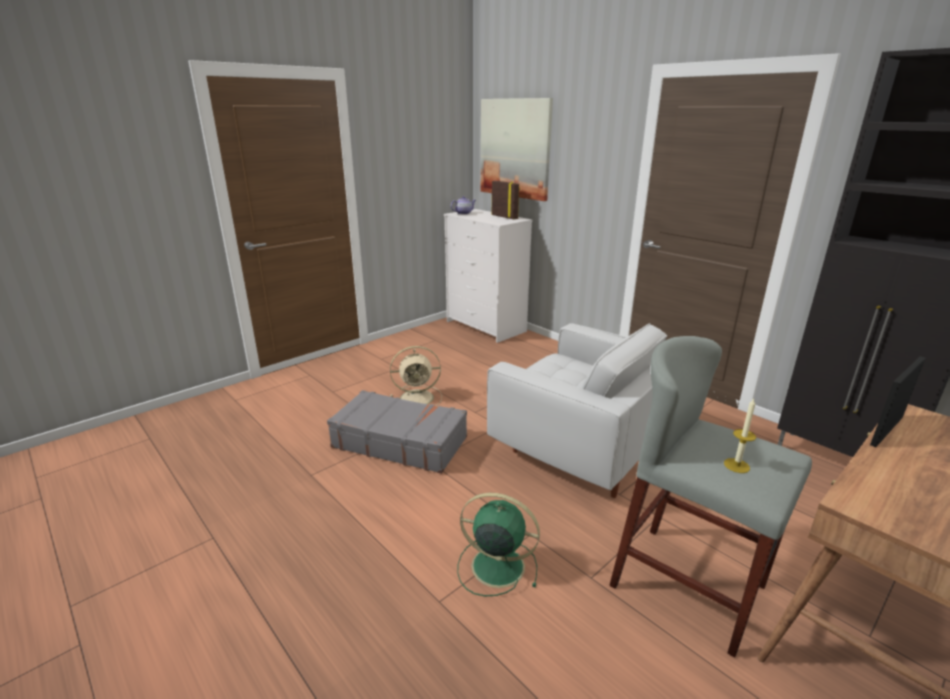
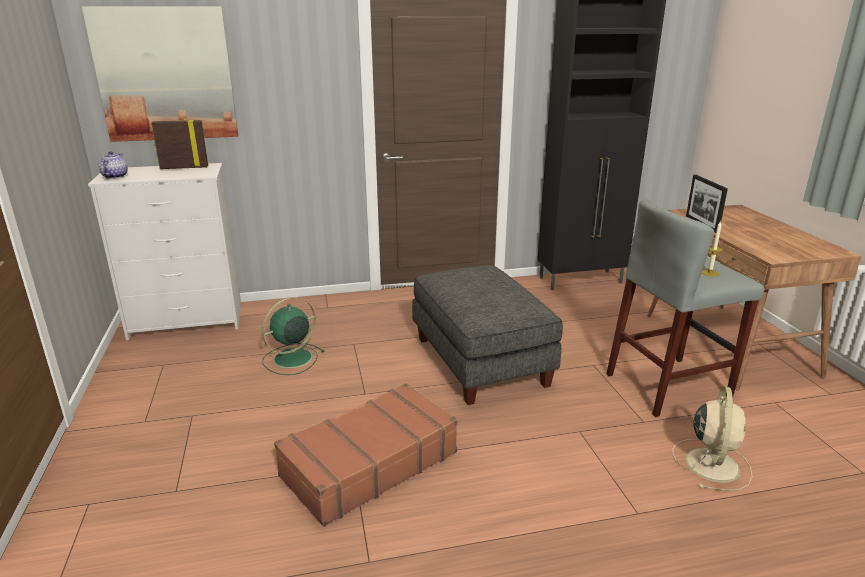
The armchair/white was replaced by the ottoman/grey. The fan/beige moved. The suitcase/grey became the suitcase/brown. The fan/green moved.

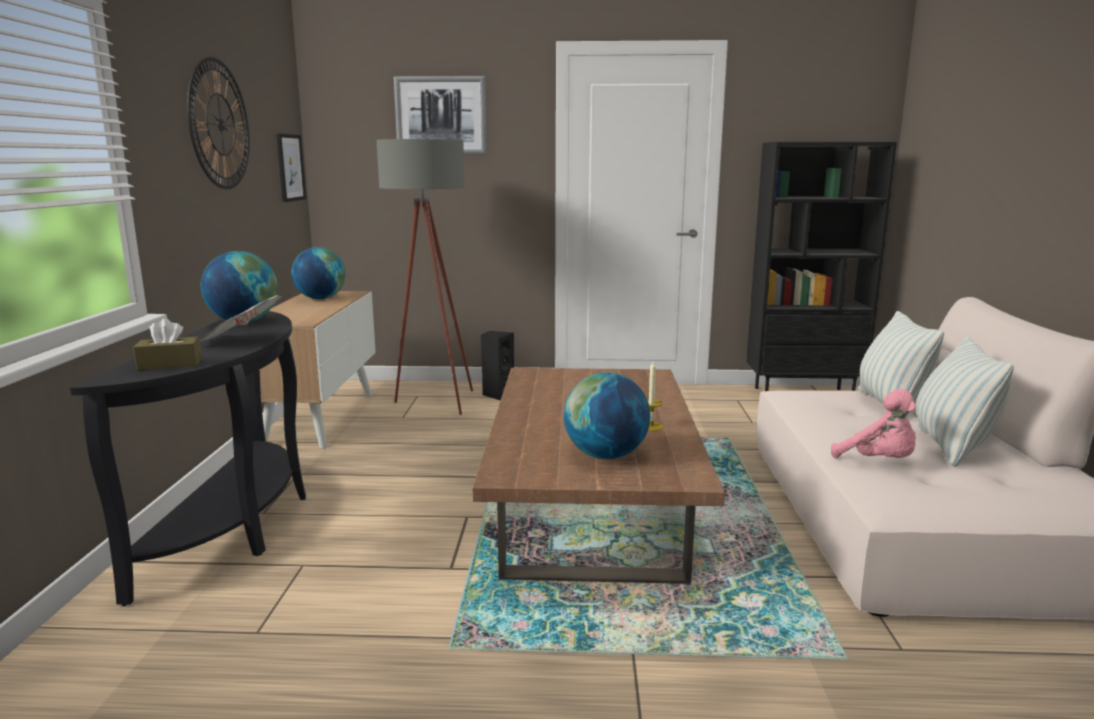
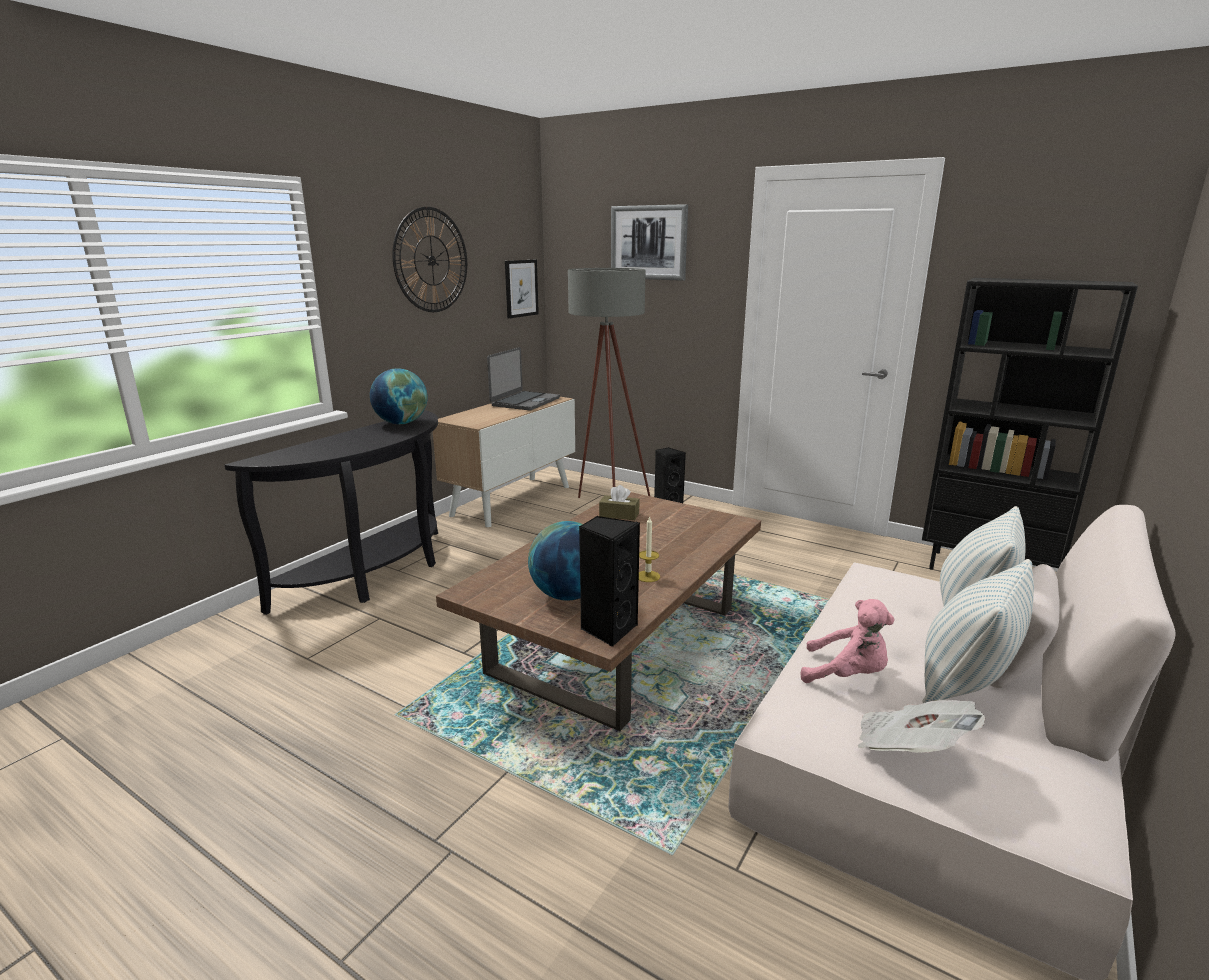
The globe (no. 2 from left) was replaced by the laptop. The newspaper moved. The tissue box/brown moved. The plush toy/pink turned 60 degrees counterclockwise. The speaker/black (no. 1 from left) appeared.

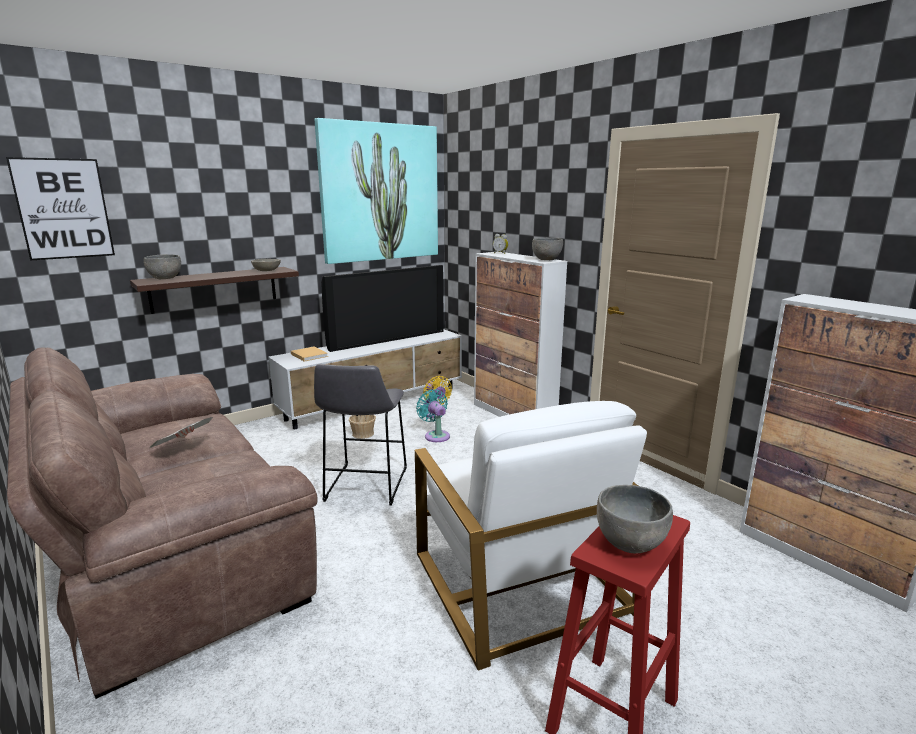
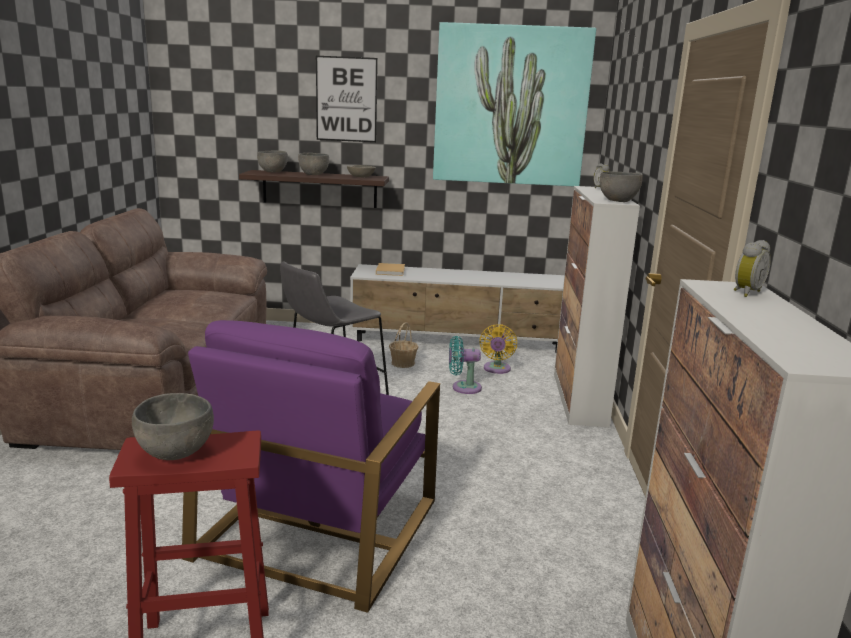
The picture (no. 1 from left) moved. The television disappeared. The fan/turquoise turned 105 degrees counterclockwise. The armchair/white became the armchair/purple. The newspaper disappeared. The bowl/grey (no. 3 from left) appeared. The alarm clock (no. 2 from left) appeared.

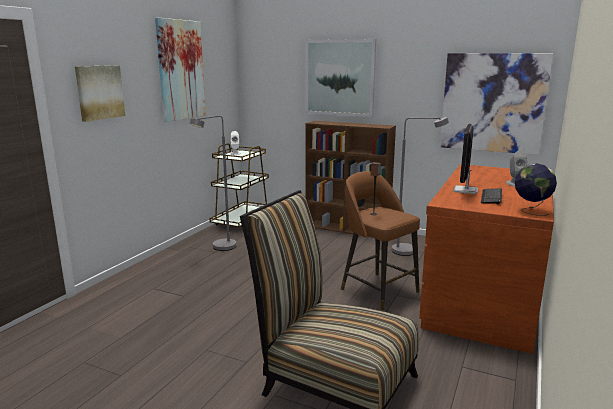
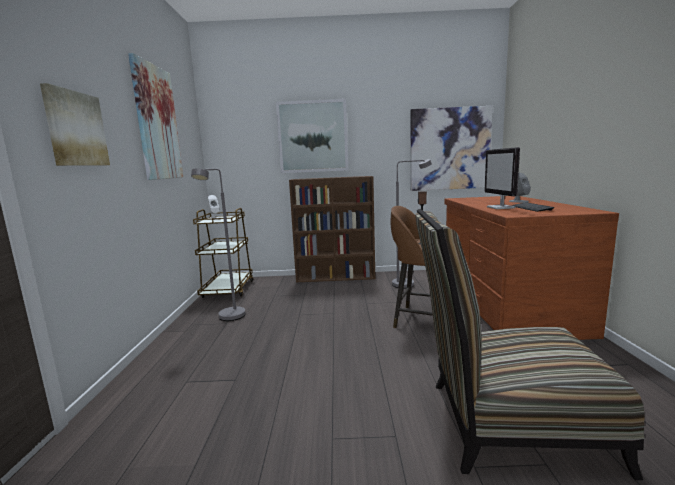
The globe disappeared.

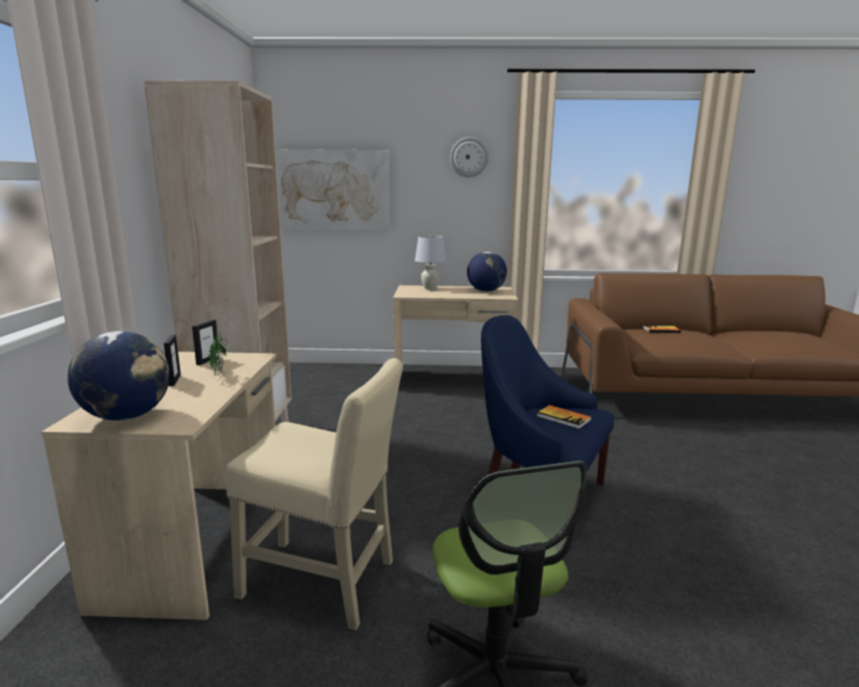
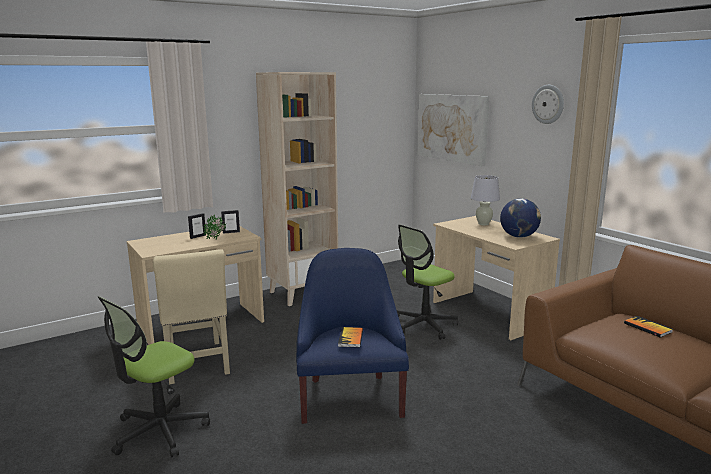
The globe (no. 1 from left) disappeared. The office chair (no. 2 from left) appeared.

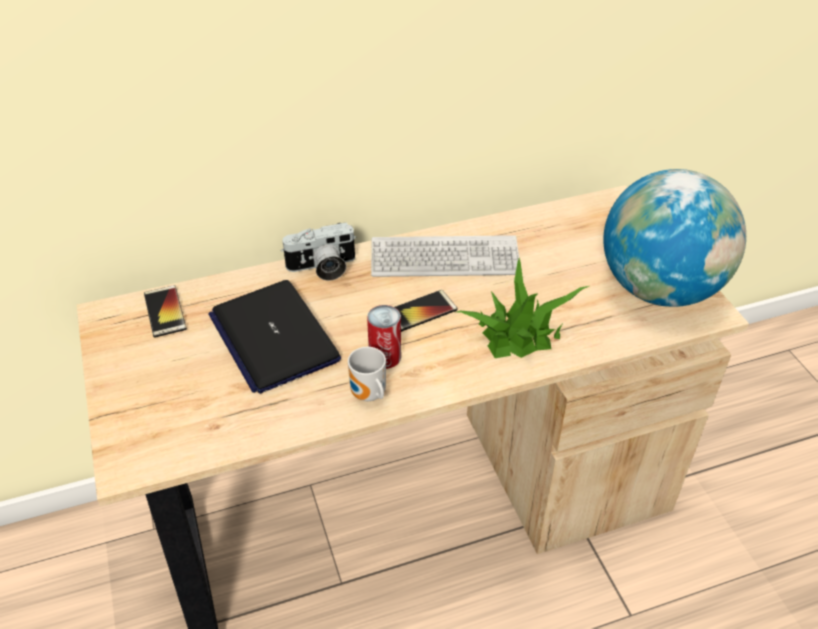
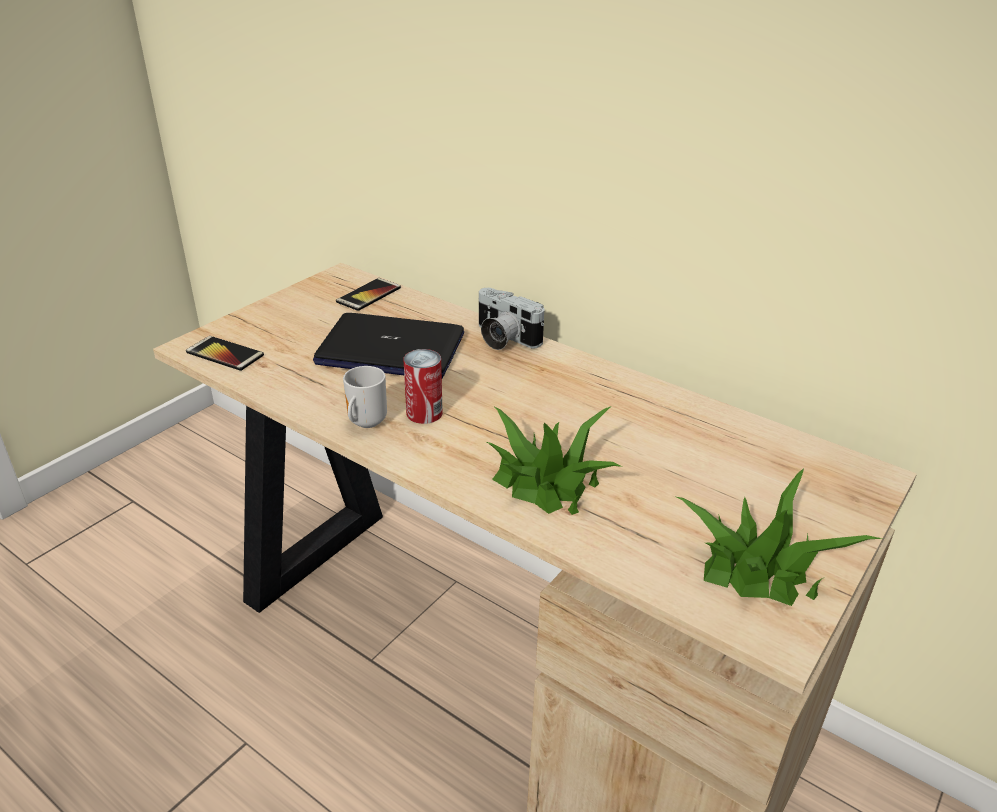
The globe was replaced by the potted plant (no. 2 from left). The keyboard disappeared. The laptop turned 105 degrees counterclockwise. The phone (no. 2 from left in the first image) moved.

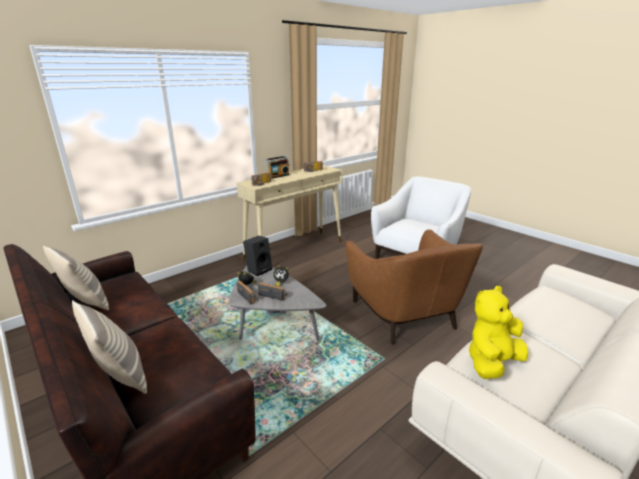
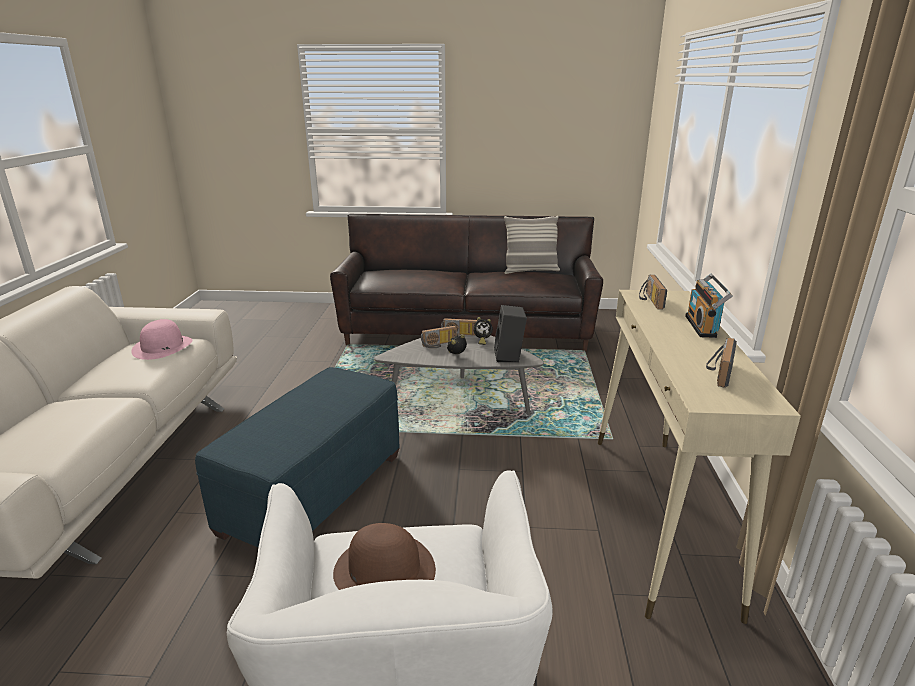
The armchair/brown was replaced by the ottoman/blue. The plush toy/yellow was replaced by the hat/pink. The pillow (no. 2 from left) disappeared. The hat/brown appeared.

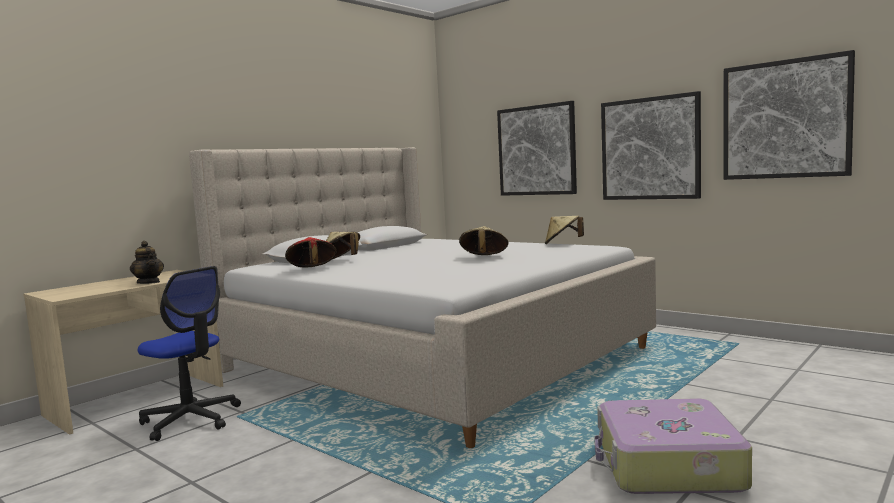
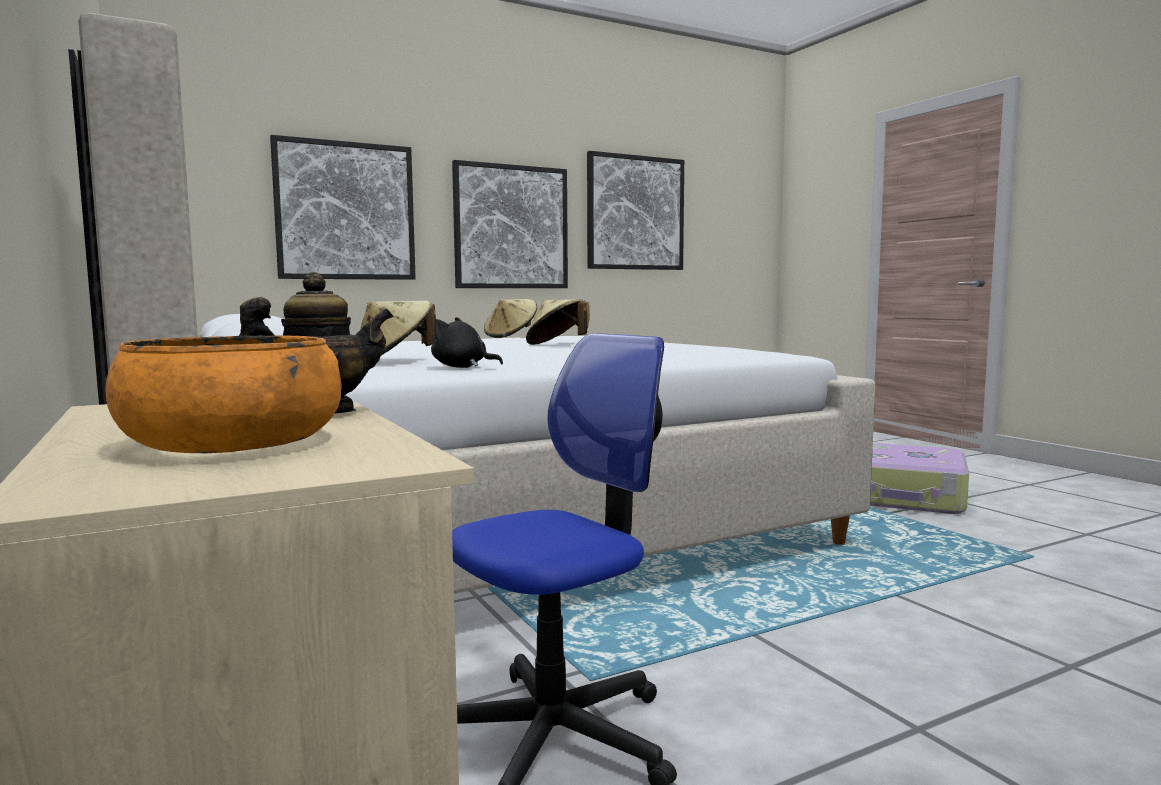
The hat/red was replaced by the plush toy/black. The bowl/orange appeared.

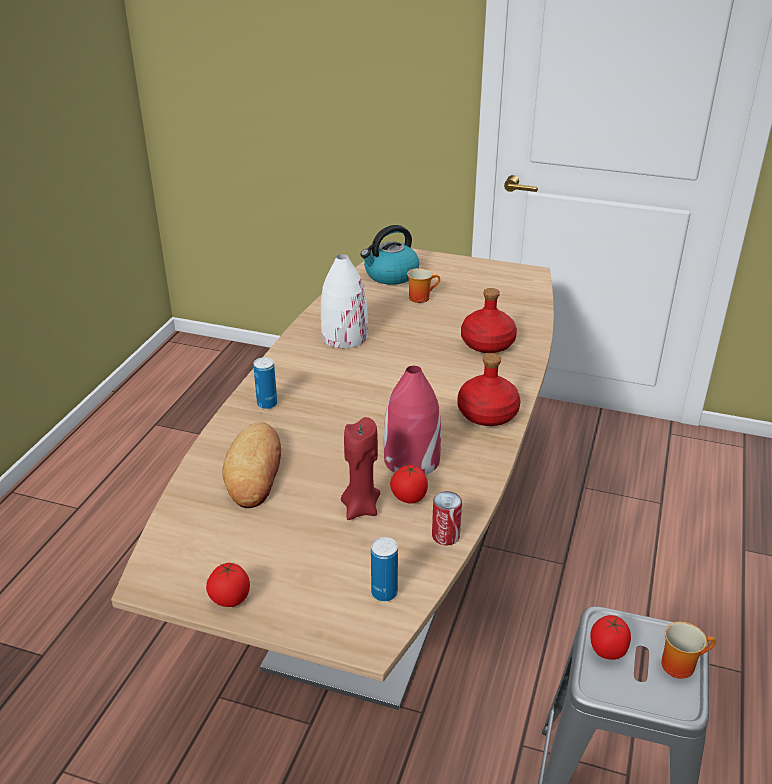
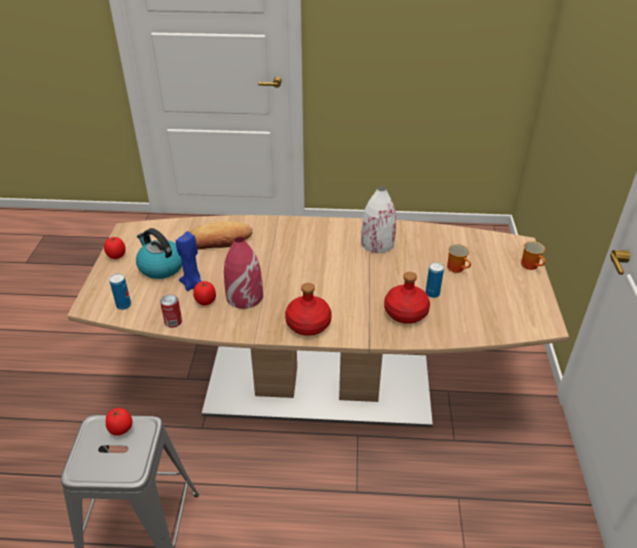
The kettle moved. The can (no. 1 from left in the first image) moved. The candle/red became the candle/blue. The mug (no. 2 from left) moved.

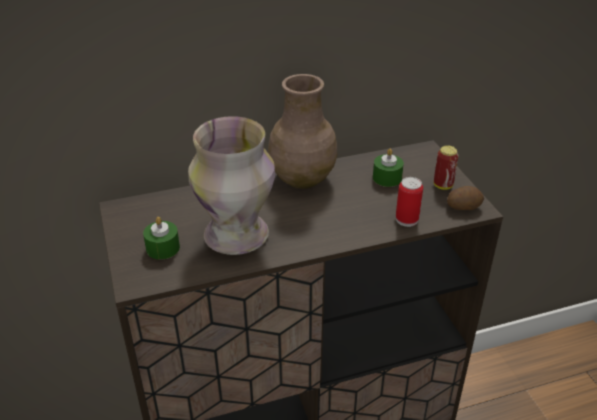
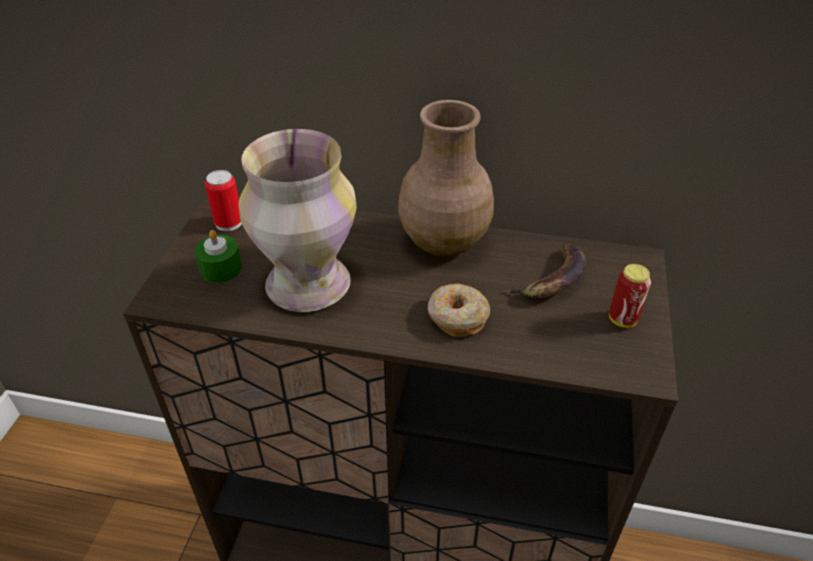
The candle/green (no. 2 from left) was replaced by the banana. The can (no. 1 from left) moved. The potato disappeared. The donut appeared.

